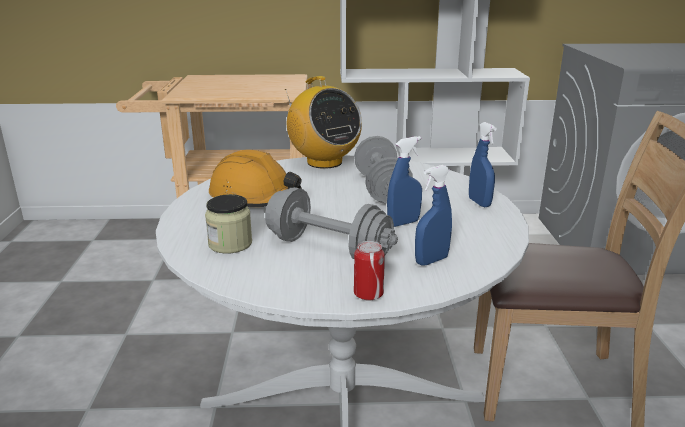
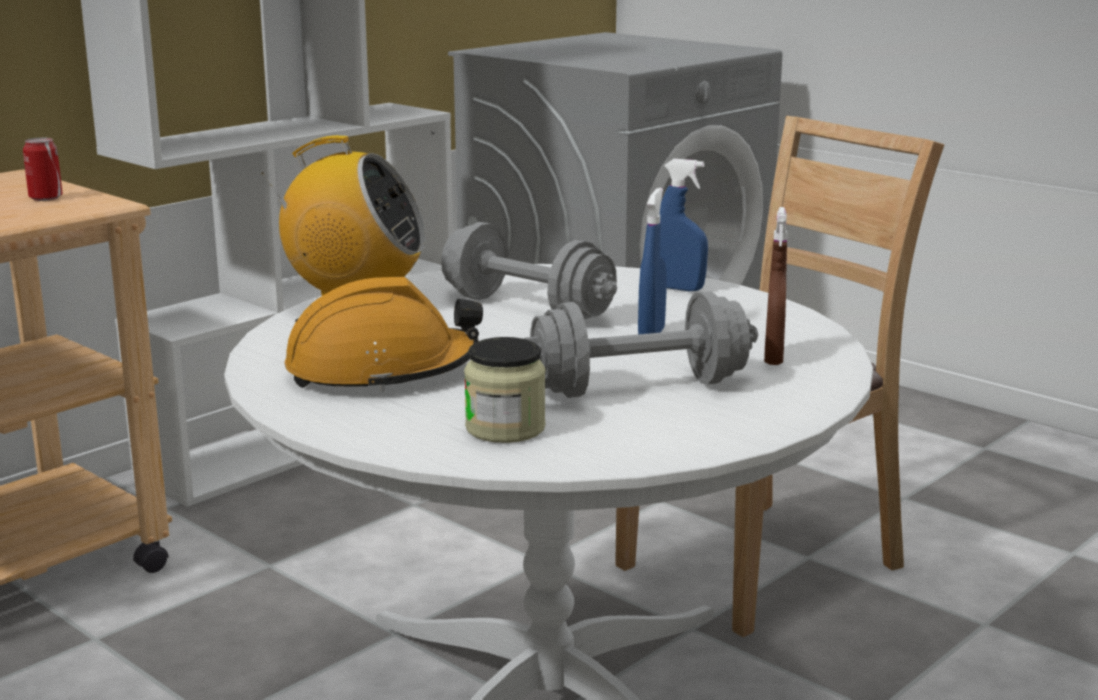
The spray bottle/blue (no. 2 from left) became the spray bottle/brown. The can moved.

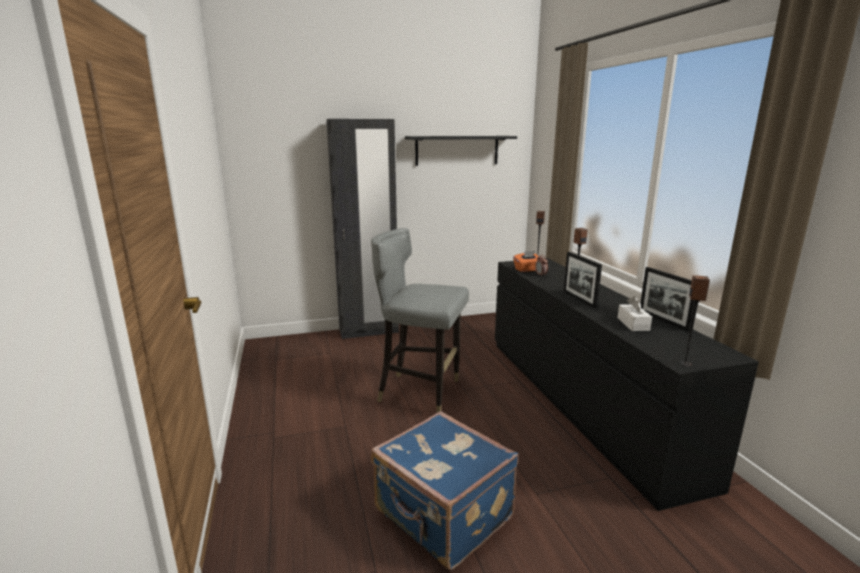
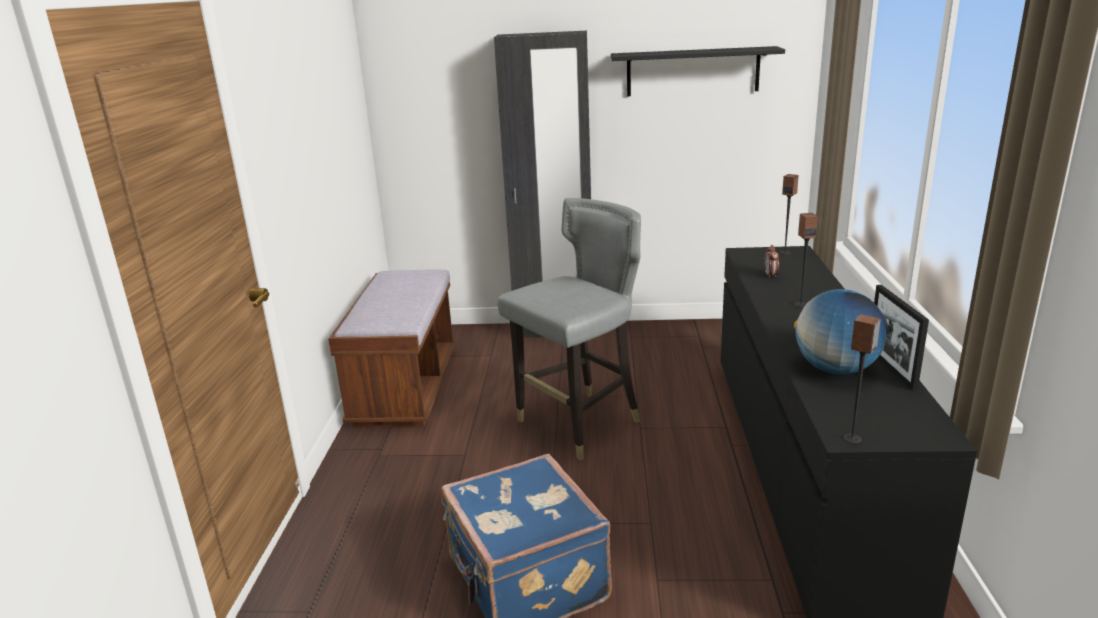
The chair/grey turned 105 degrees clockwise. The tissue box/orange disappeared. The picture frame (no. 1 from left) disappeared. The tissue box/white was replaced by the globe. The bench/brown appeared.

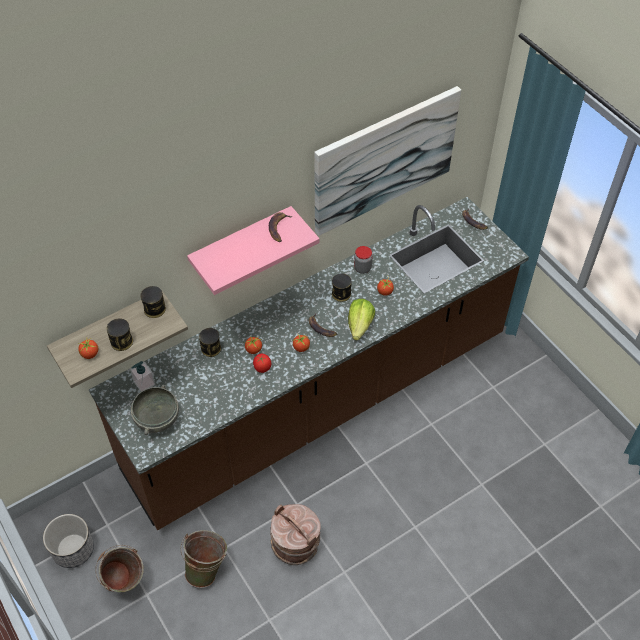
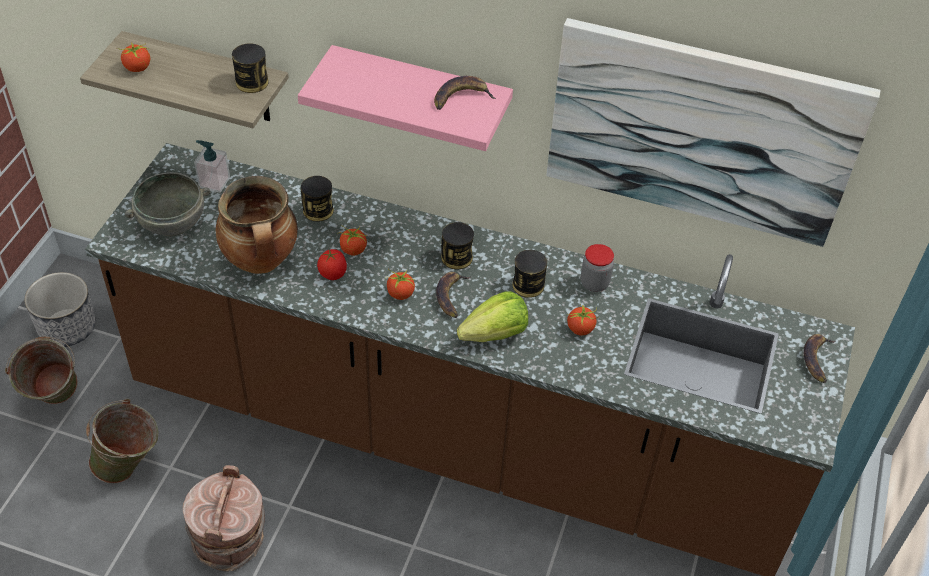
The can (no. 1 from left in the first image) moved. The cooking pot appeared.

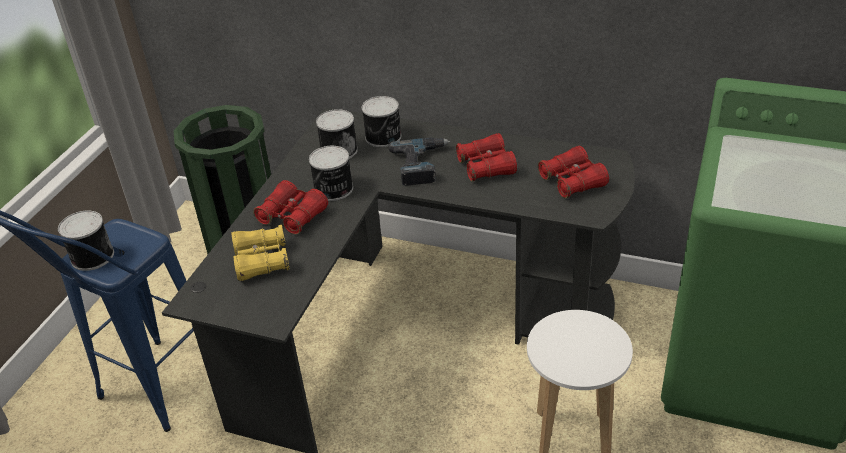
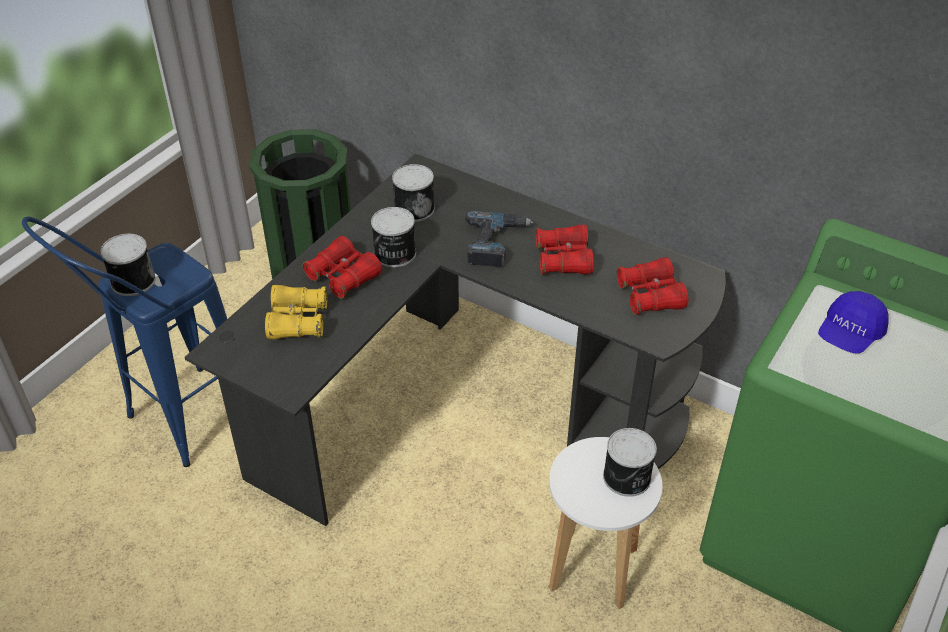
The can (no. 4 from left) moved. The cap/blue appeared.

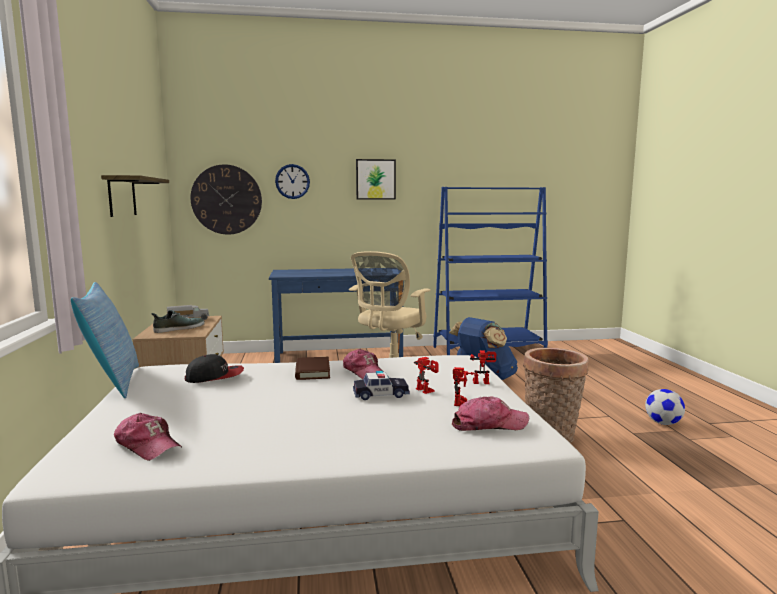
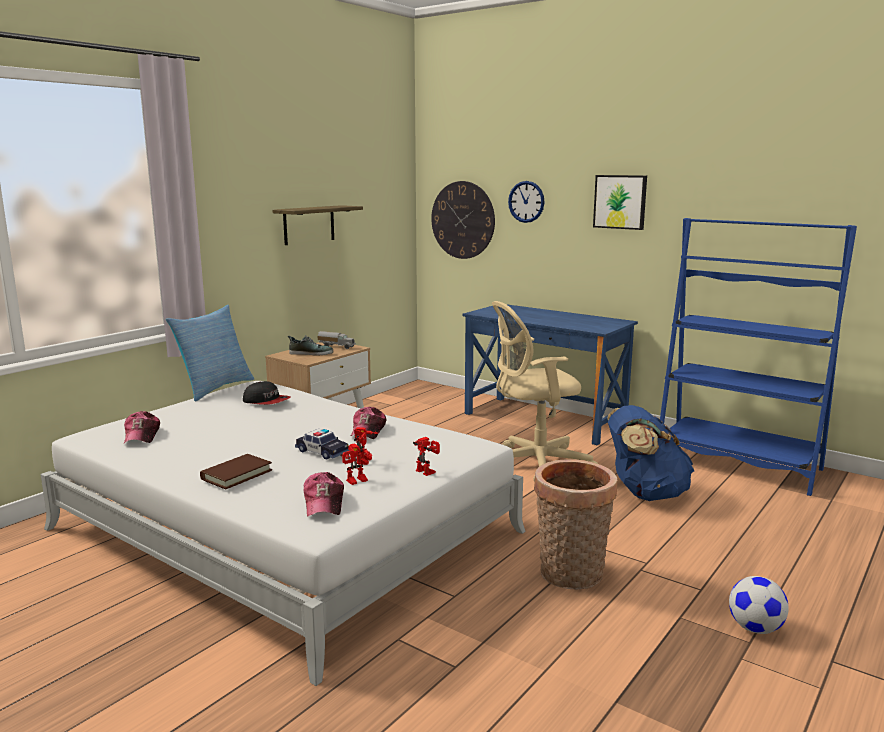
The book/brown moved. The cap (no. 4 from left in the first image) turned 45 degrees clockwise.

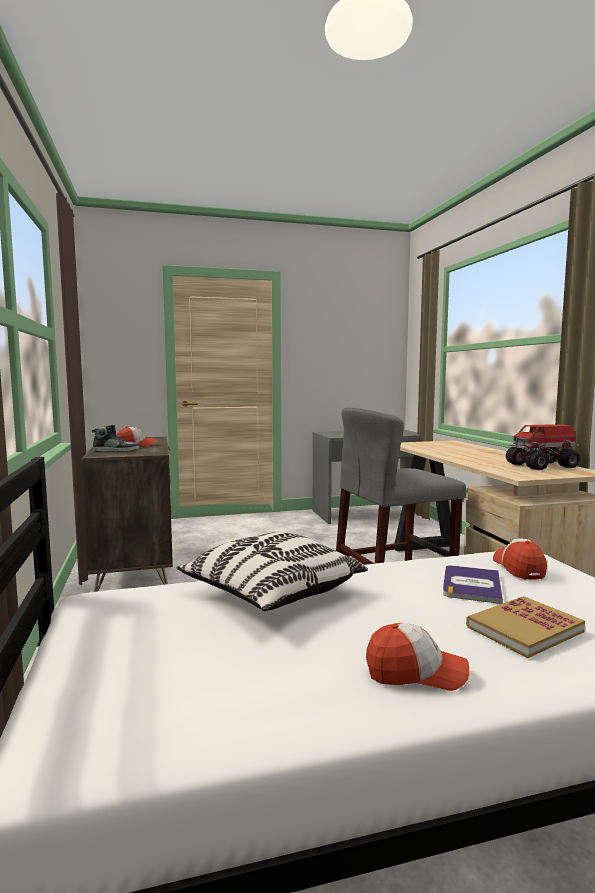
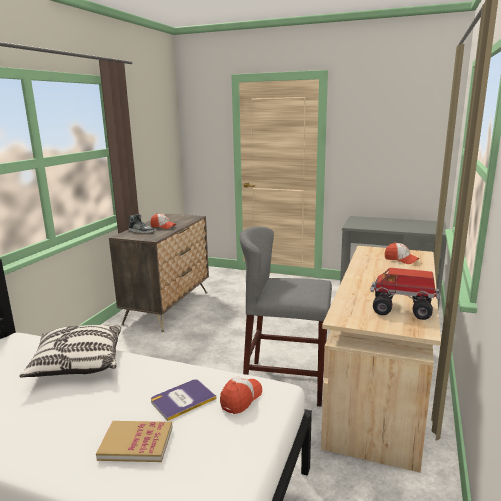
The cap (no. 2 from left in the first image) moved.

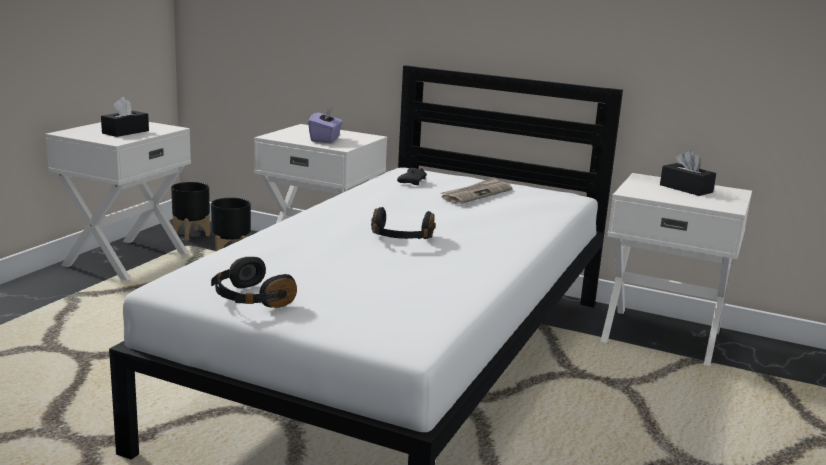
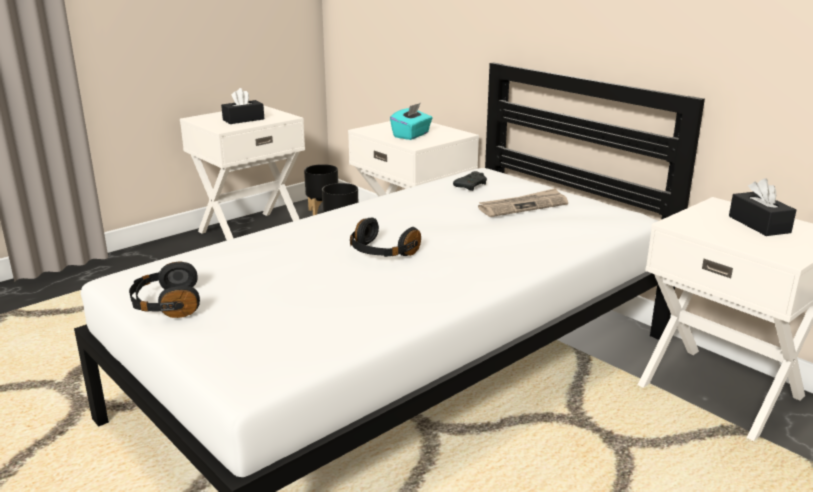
The tissue box/purple became the tissue box/turquoise.

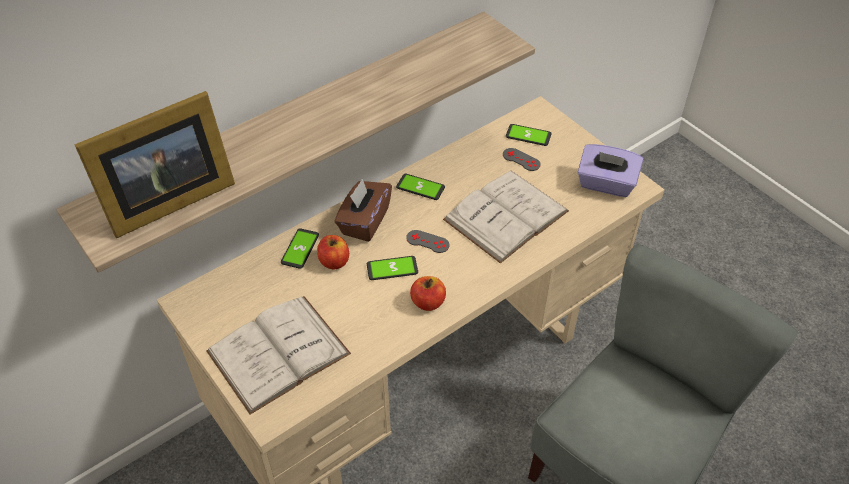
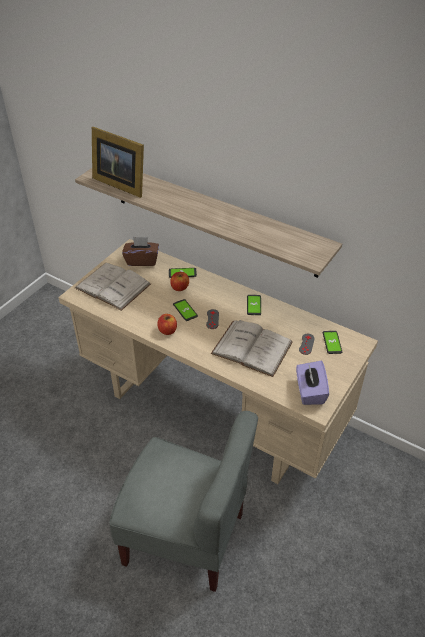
The tissue box/brown moved.

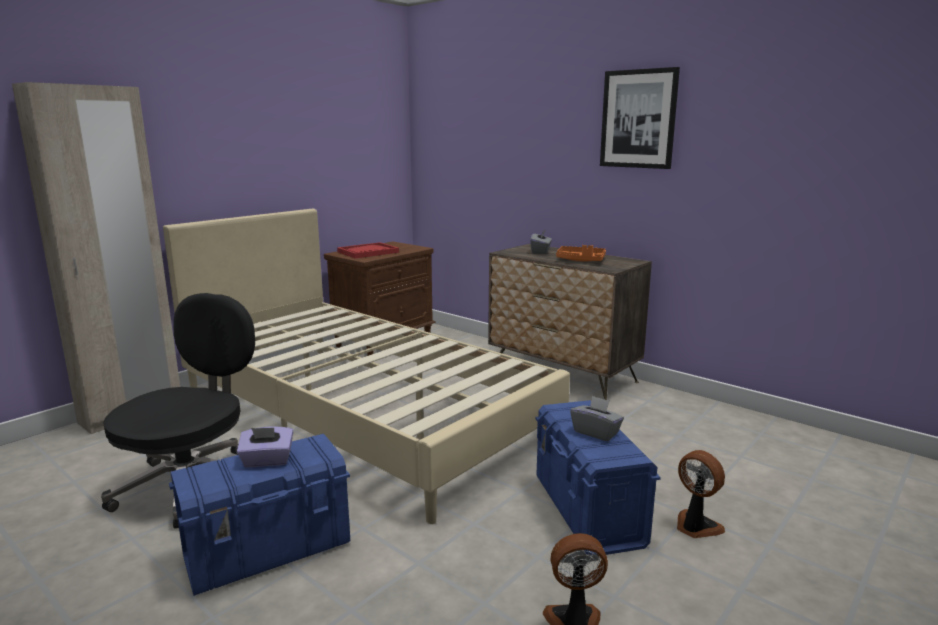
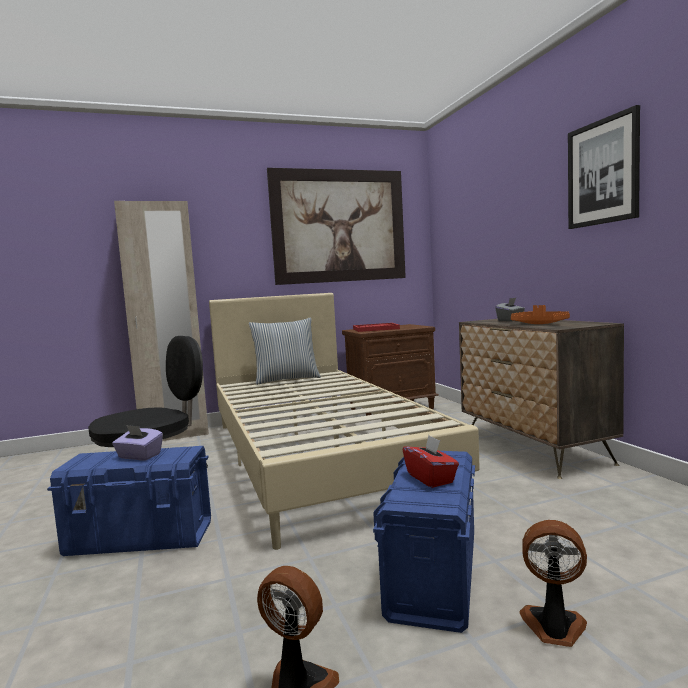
The tissue box/grey (no. 2 from left) became the tissue box/red. The fan (no. 2 from left) turned 60 degrees counterclockwise. The picture (no. 1 from left) appeared. The pillow appeared.

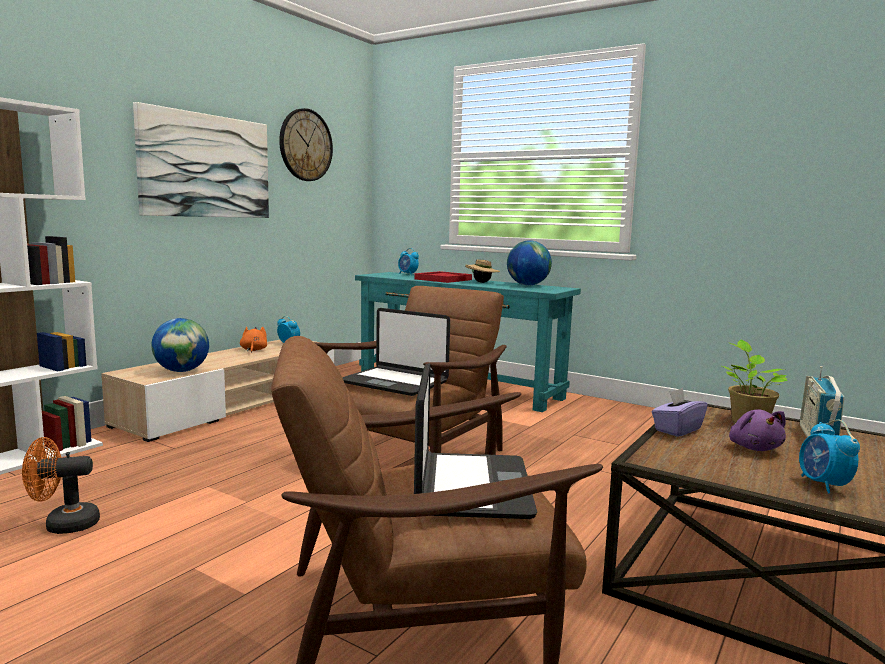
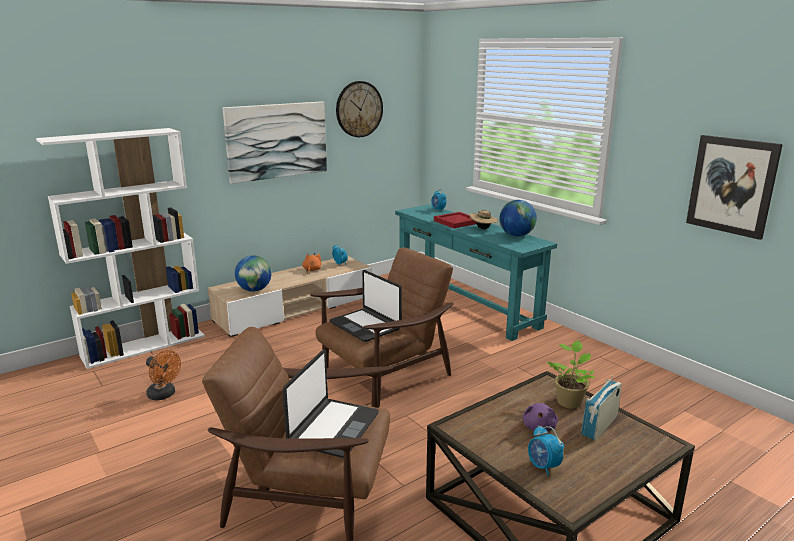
The tissue box/purple disappeared. The alarm clock (no. 3 from left) turned 45 degrees counterclockwise. The fan/orange turned 150 degrees counterclockwise. The picture (no. 2 from left) appeared.

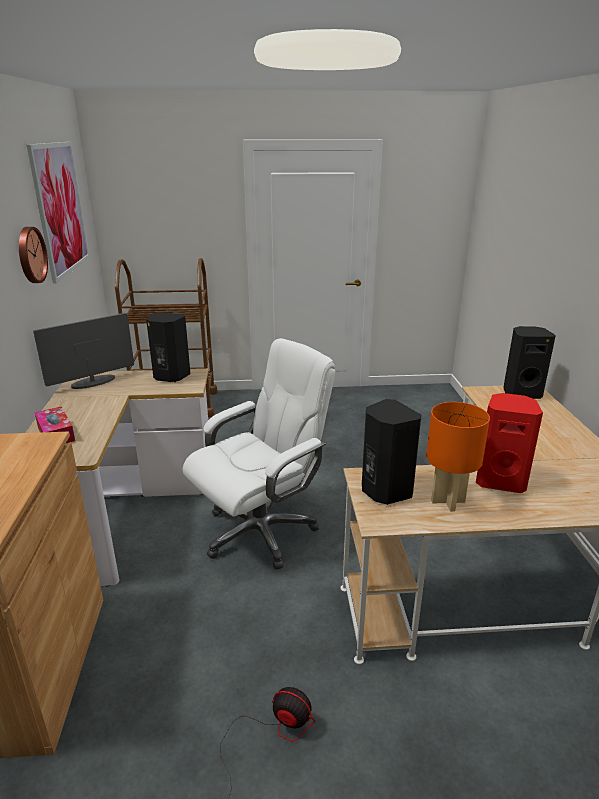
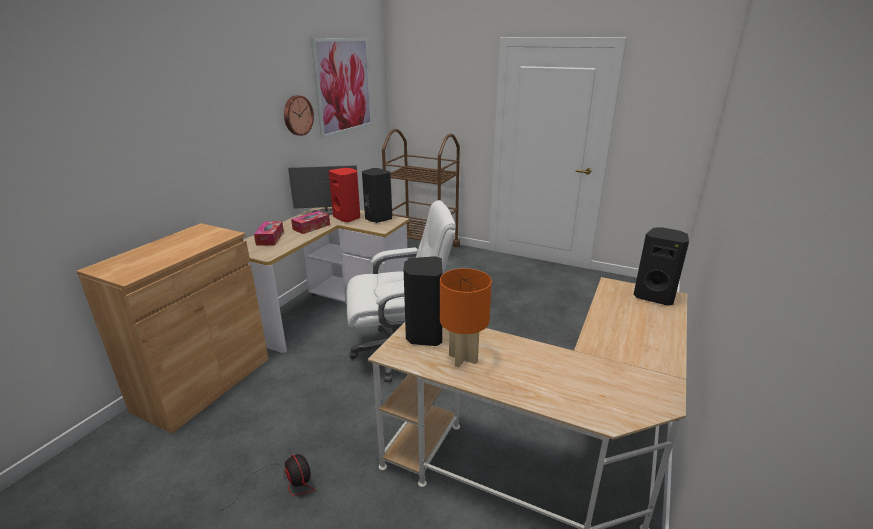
The speaker/red moved. The tissue box (no. 2 from left) appeared.

